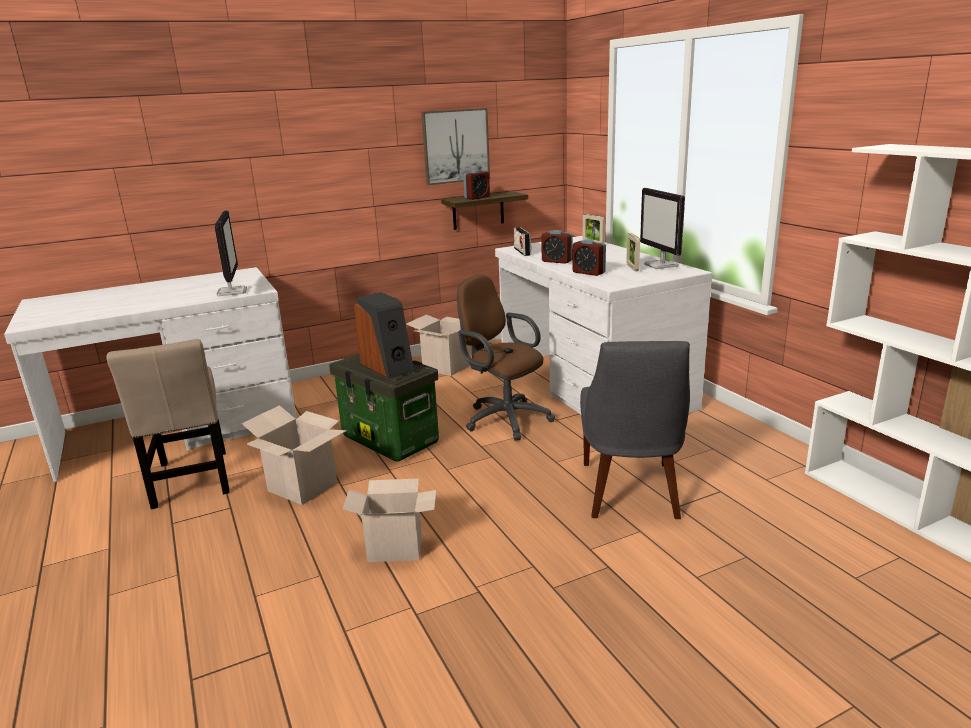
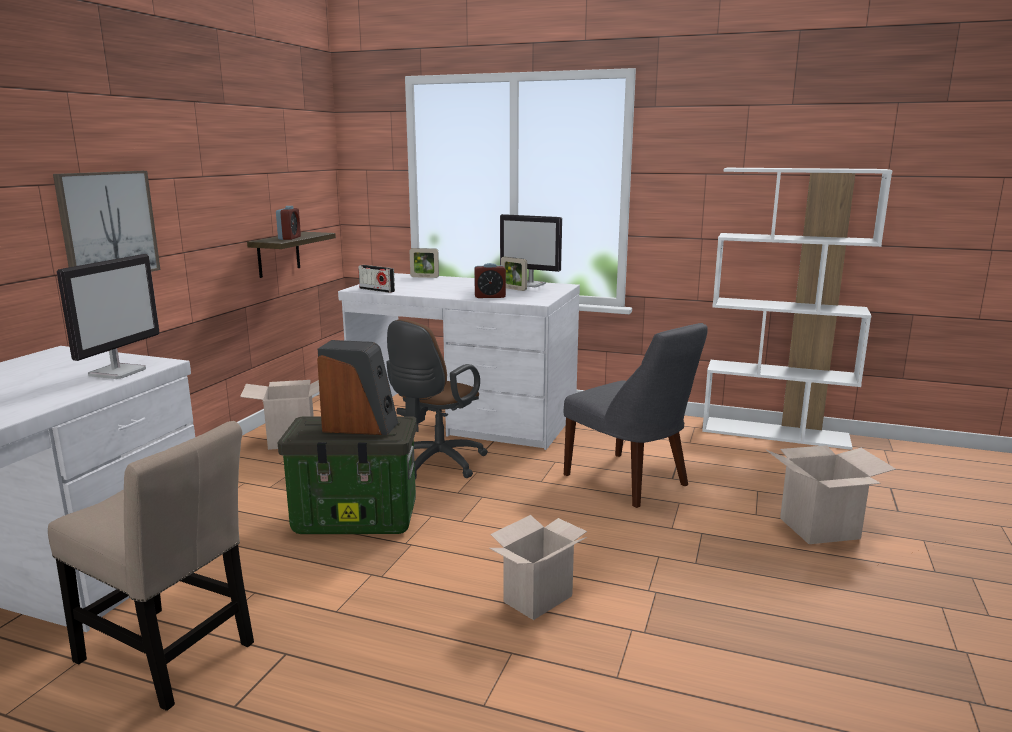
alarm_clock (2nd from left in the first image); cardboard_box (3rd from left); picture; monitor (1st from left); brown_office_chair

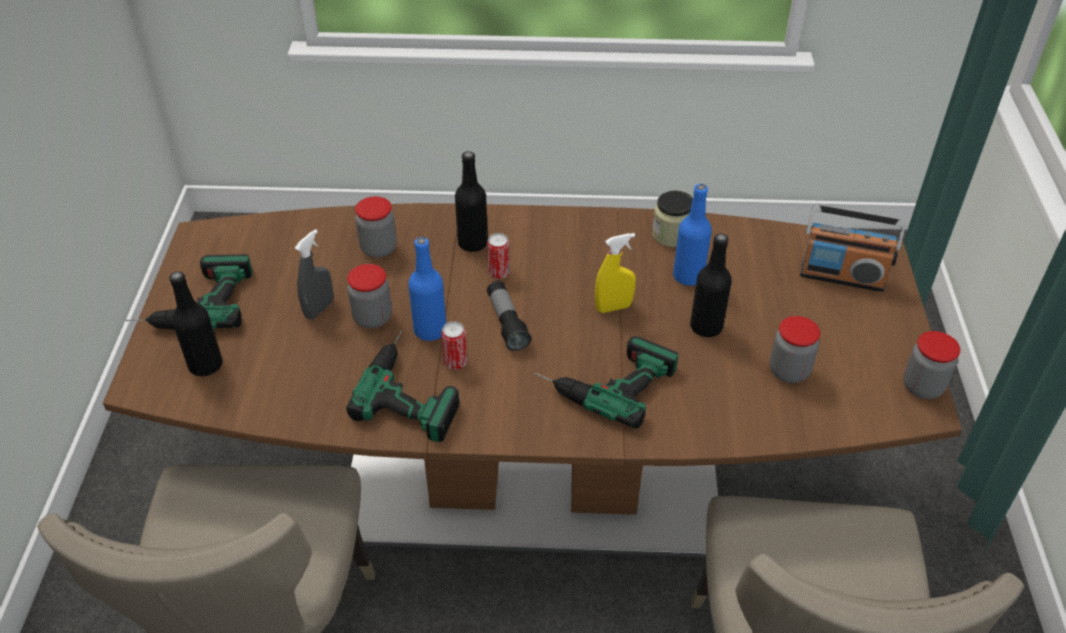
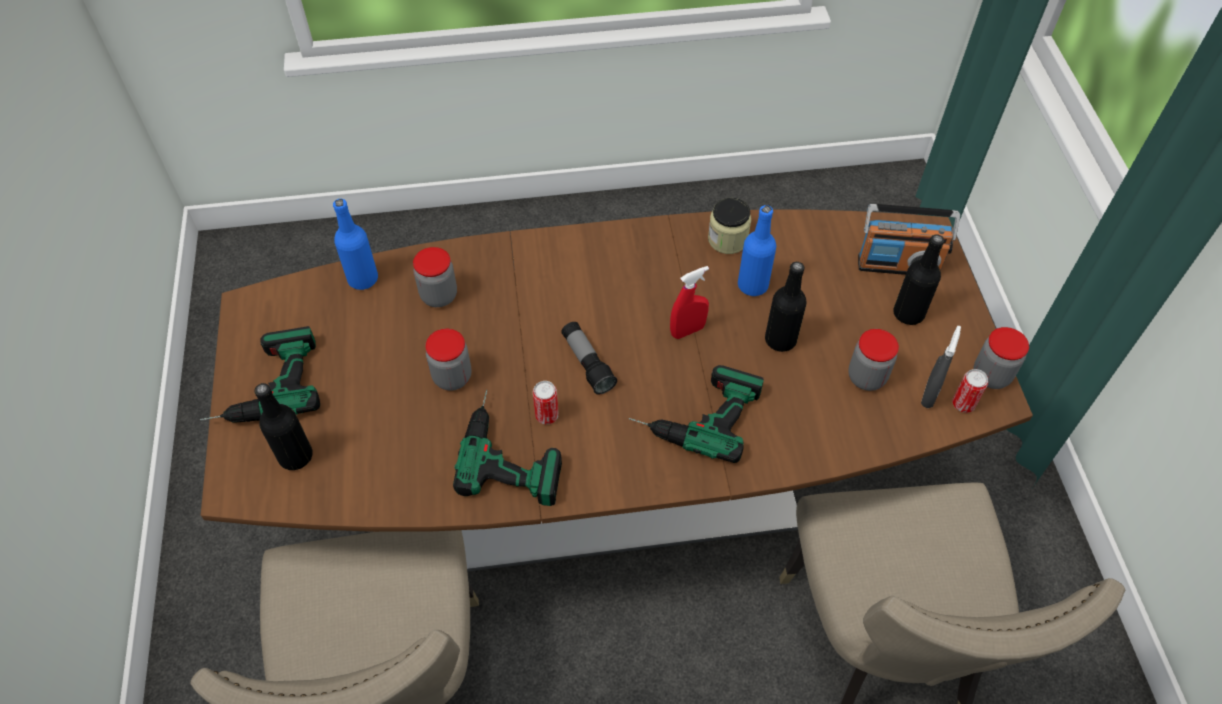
grey_spray_bottle; blue_bottle (1st from left); black_bottle (3rd from left); can (2nd from left); red_spray_bottle

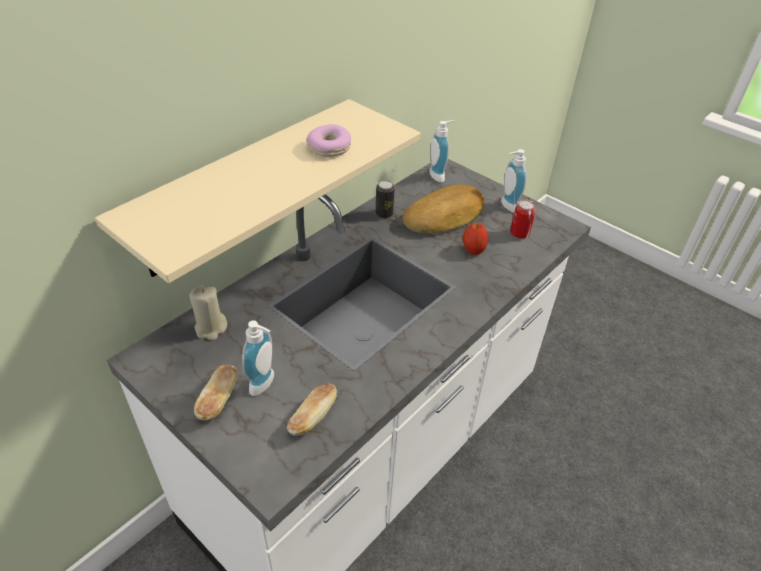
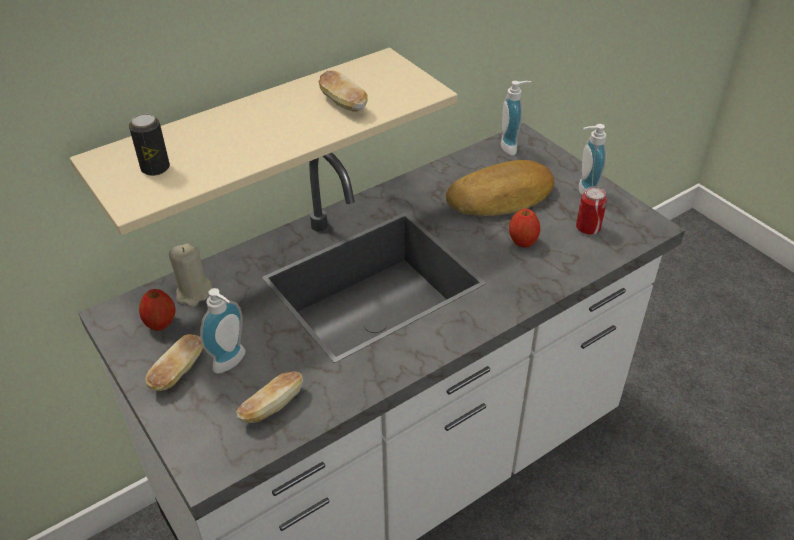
apple (1st from left); can (1st from left); bread (3rd from left)

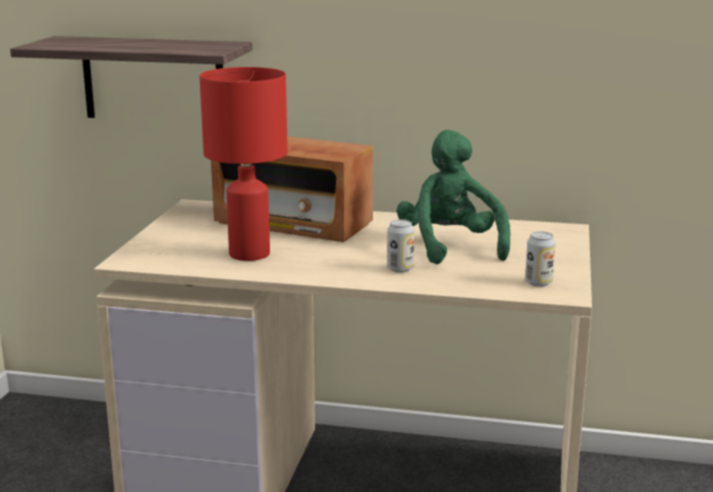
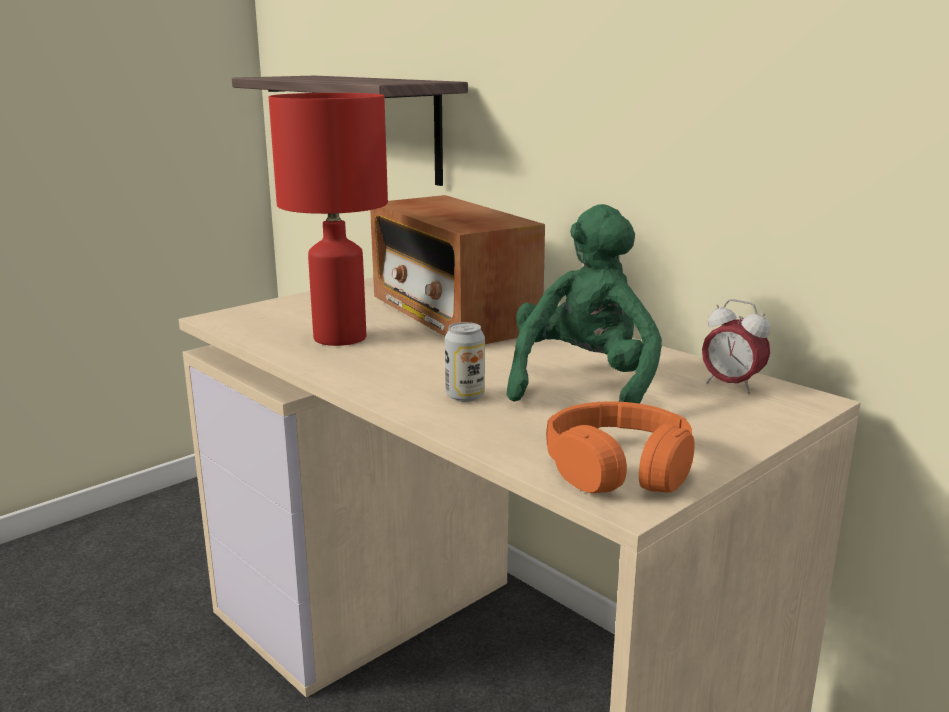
alarm_clock; orange_headphones

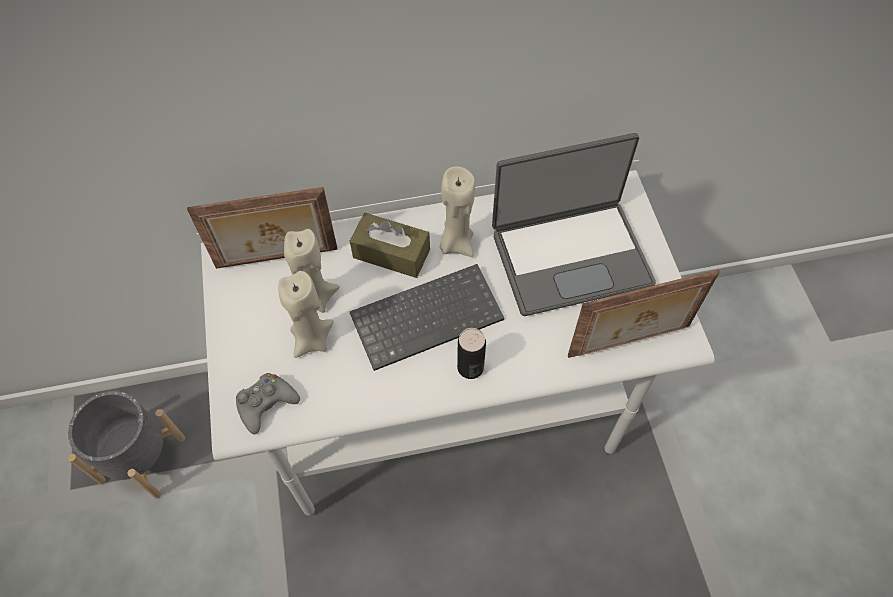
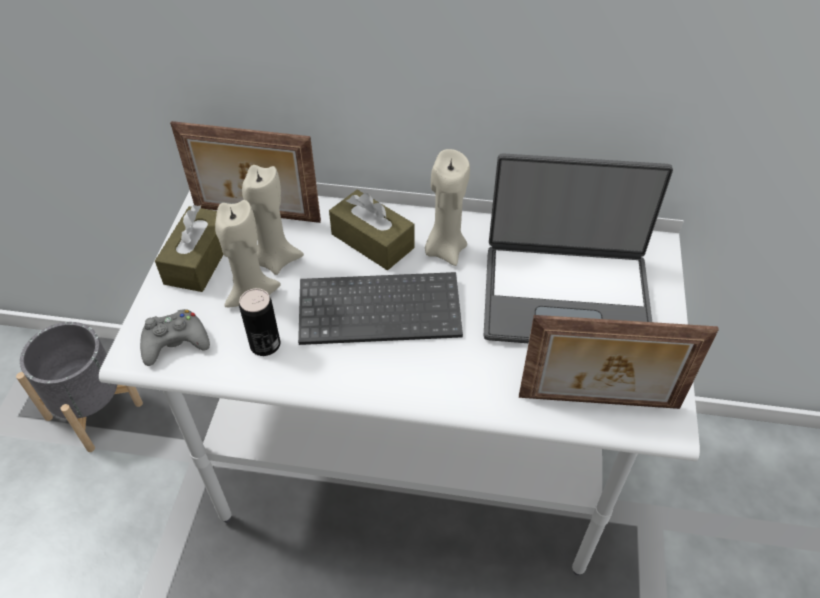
brown_tissue_box (1st from left); can

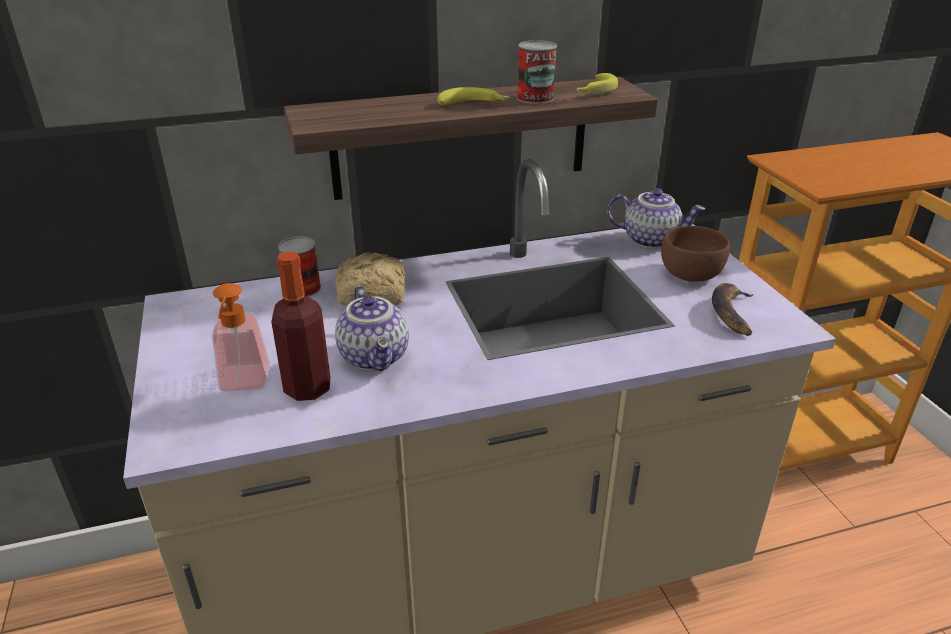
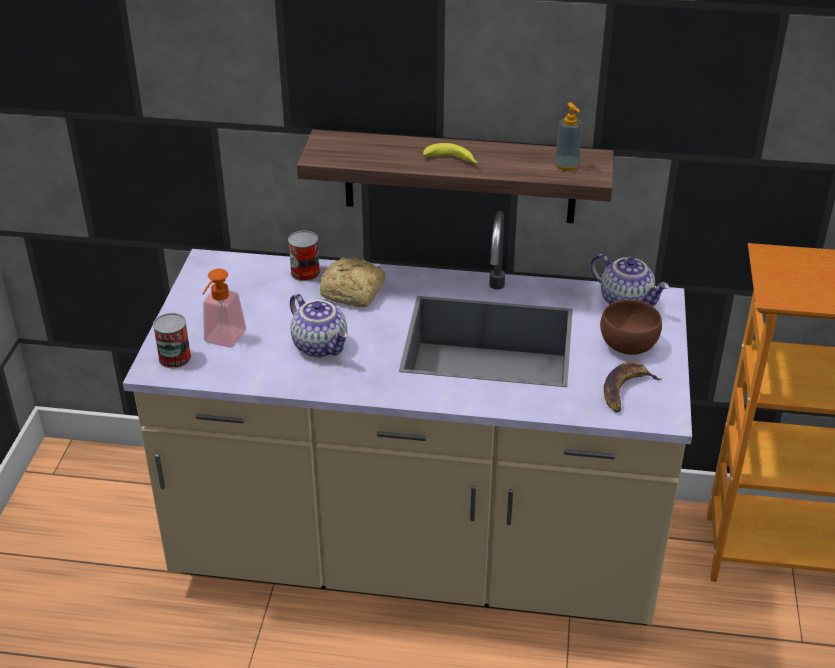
bottle; can (1st from left); soap_dispenser (2nd from left); teapot (1st from left)

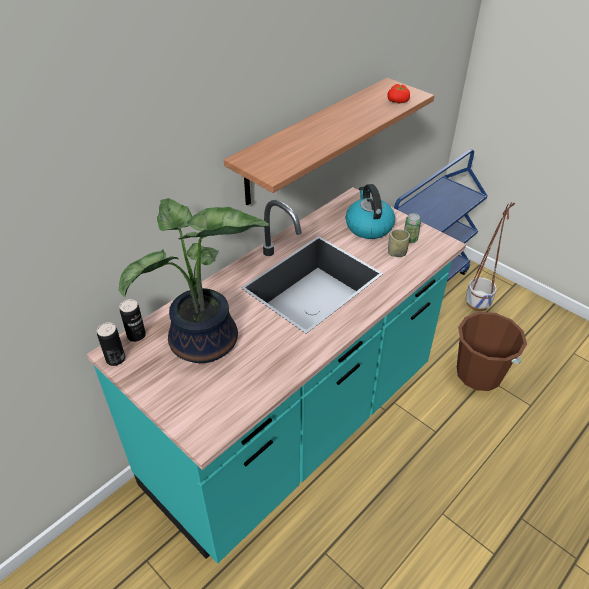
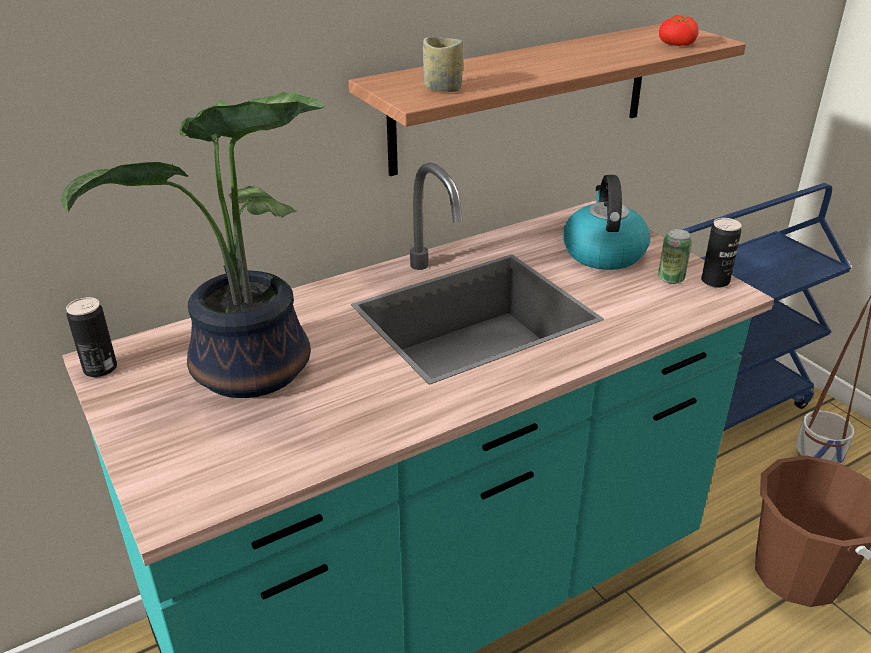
can (3rd from left); cup

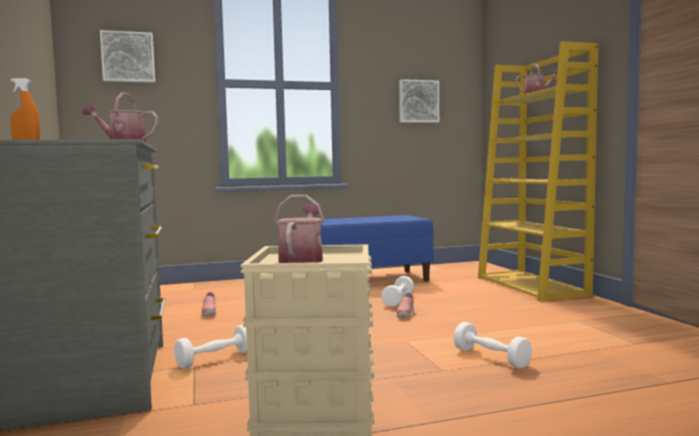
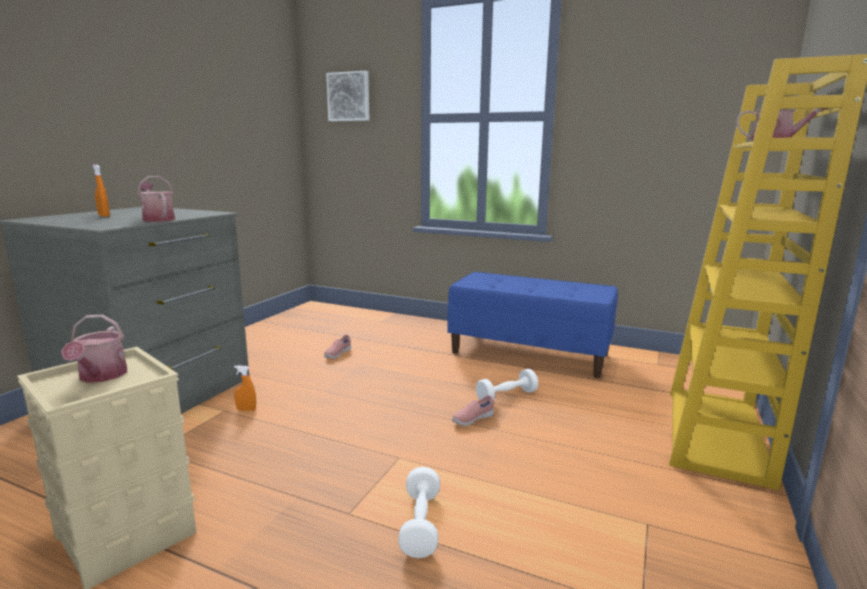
picture (2nd from left in the first image); orange_spray_bottle (2nd from left); watering_can (1st from left)

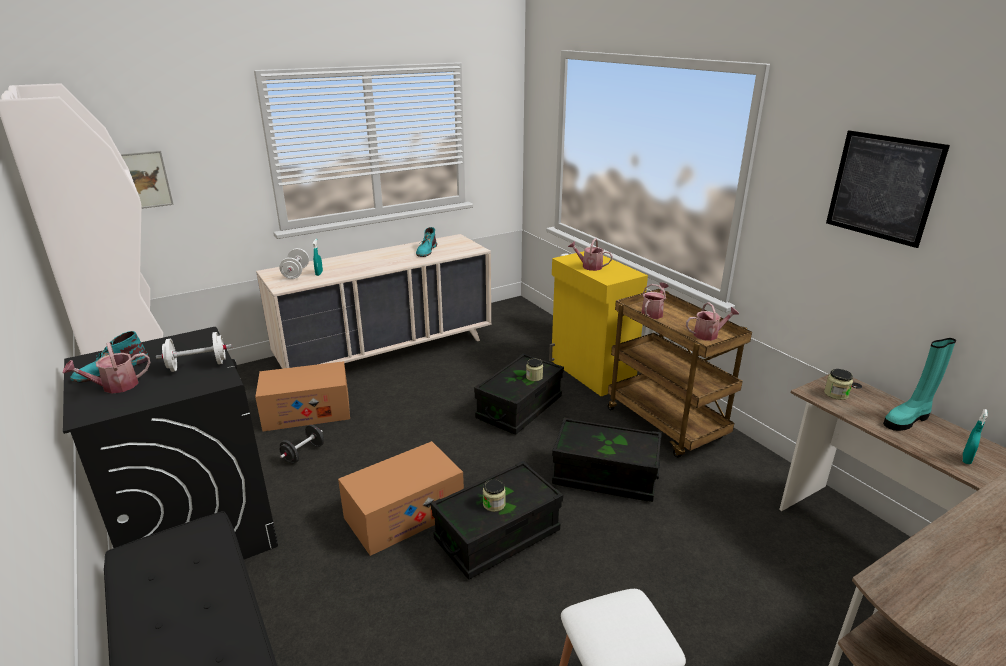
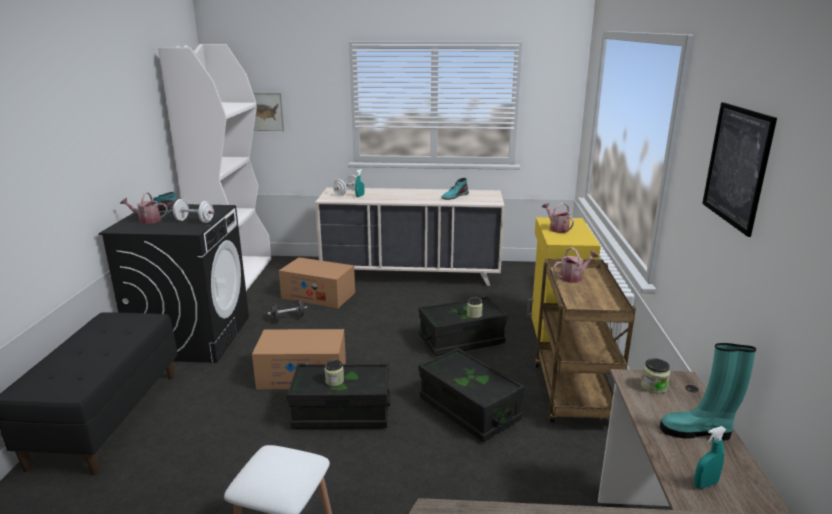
watering_can (4th from left in the first image)

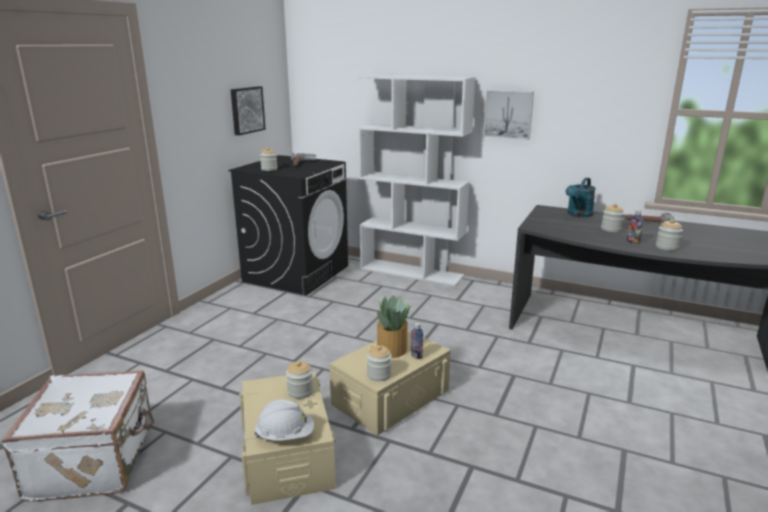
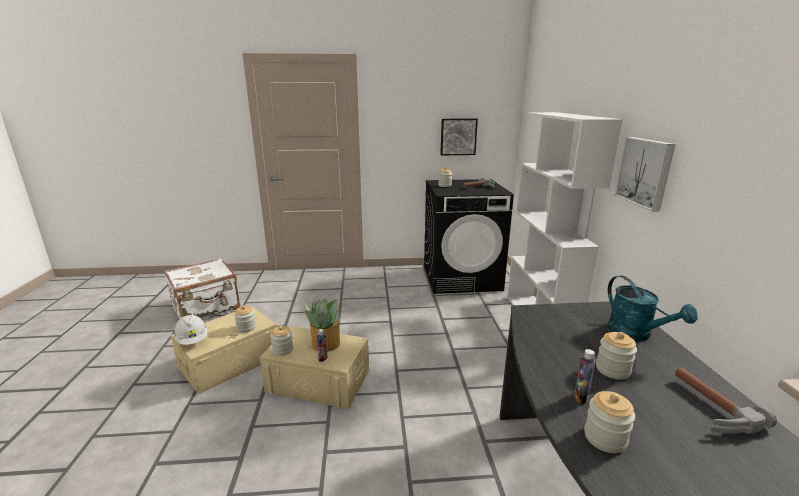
turquoise_watering_can

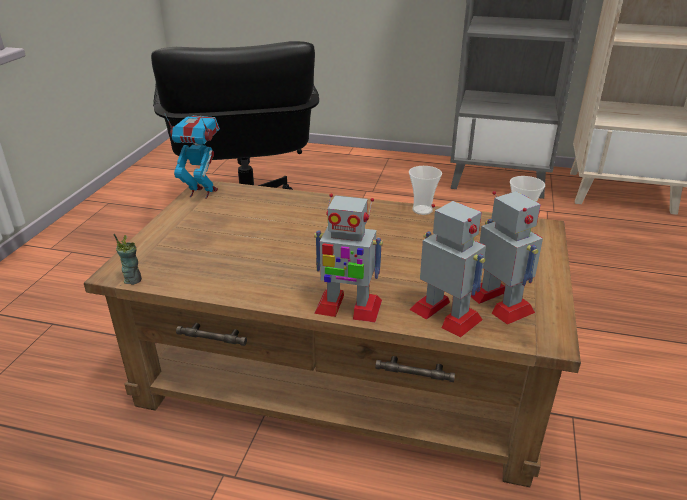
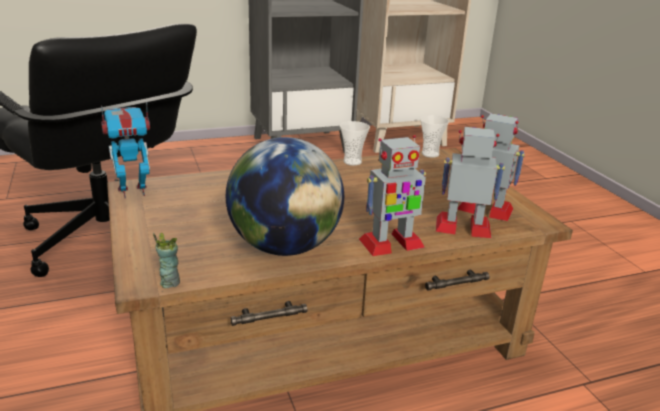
globe

